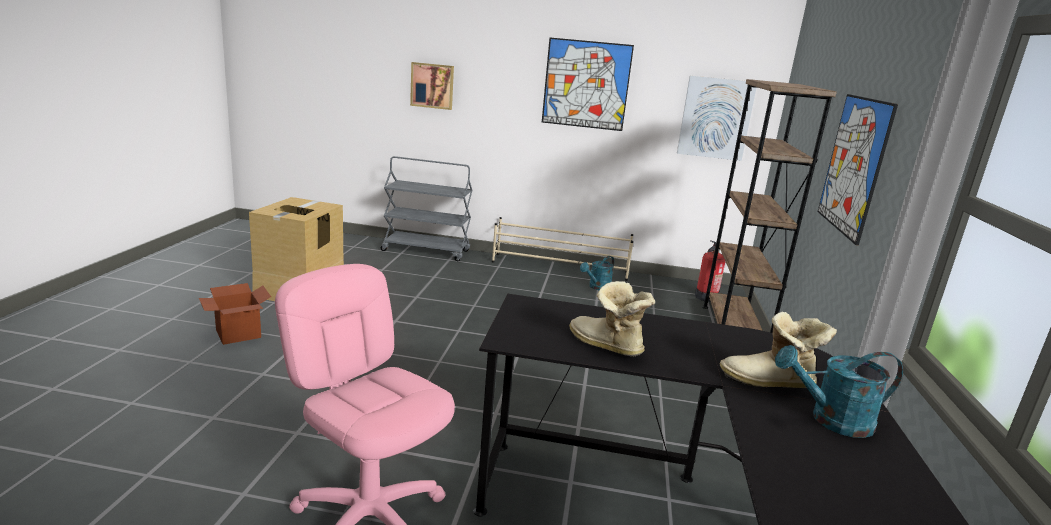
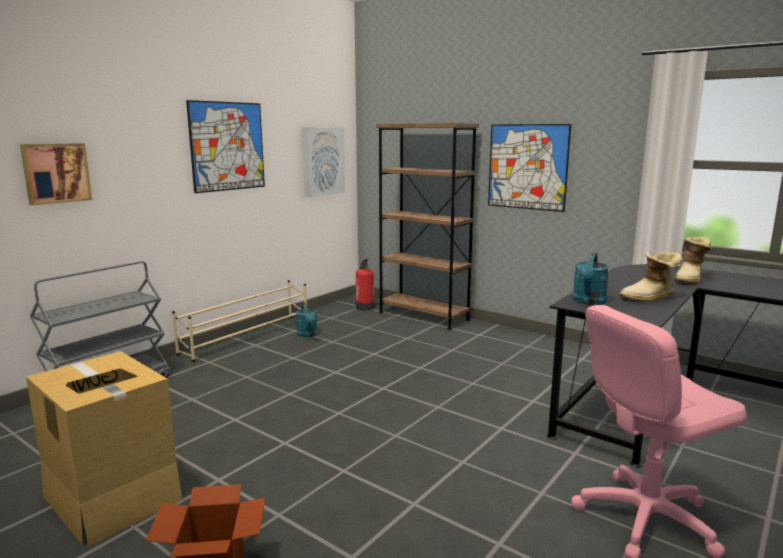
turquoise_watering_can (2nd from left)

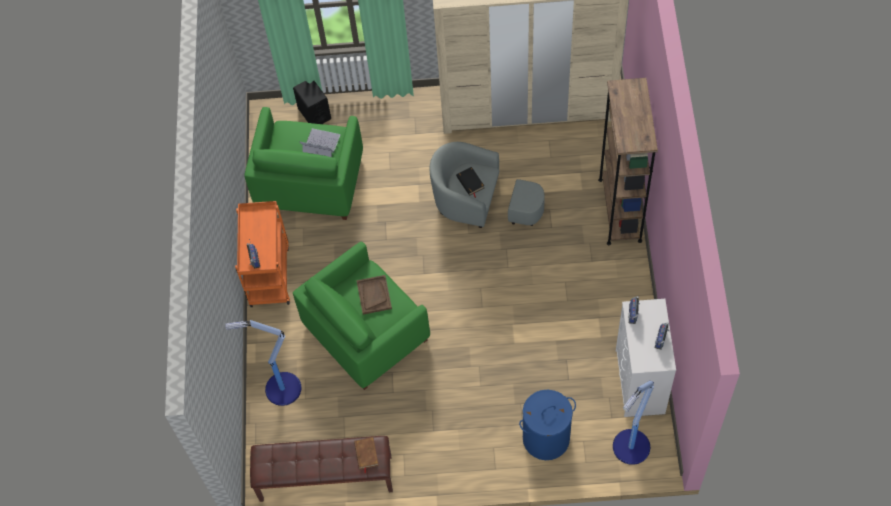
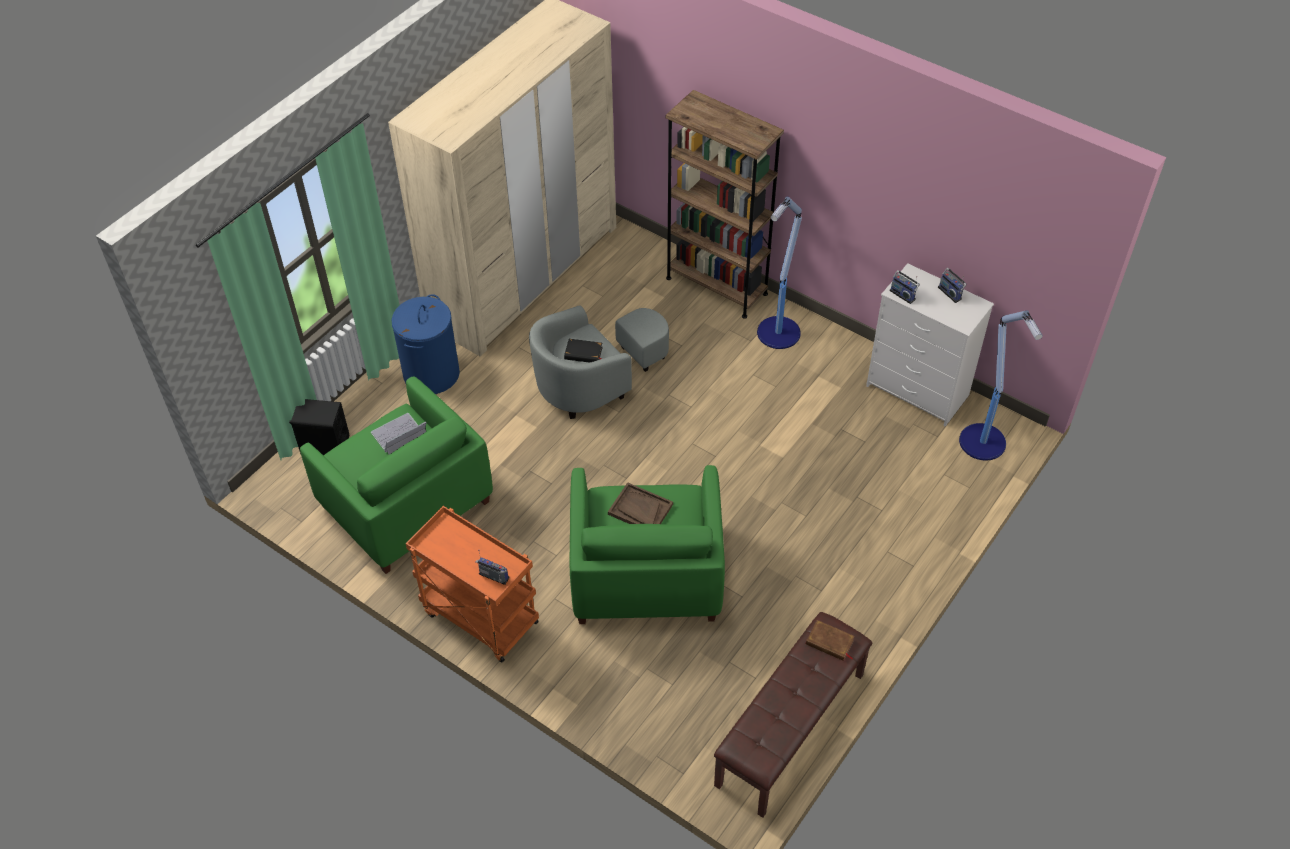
floor_lamp (1st from left); blue_laundry_basket

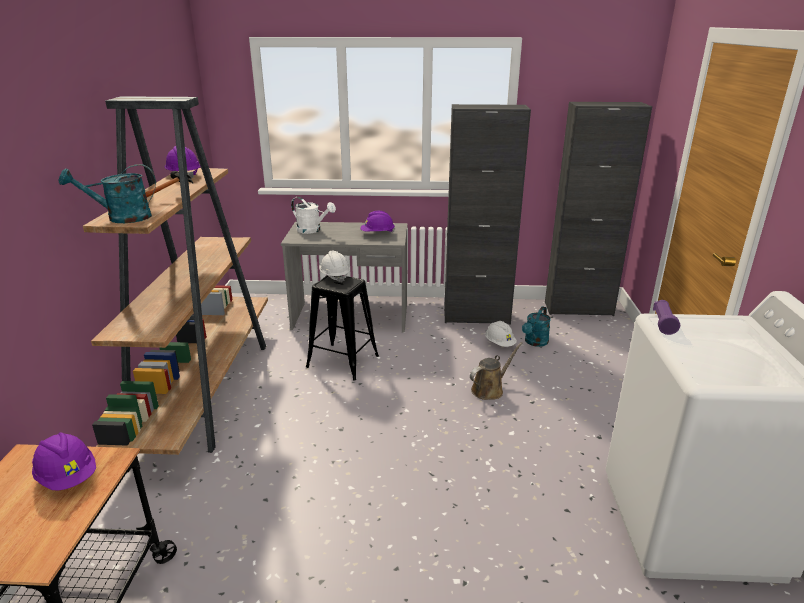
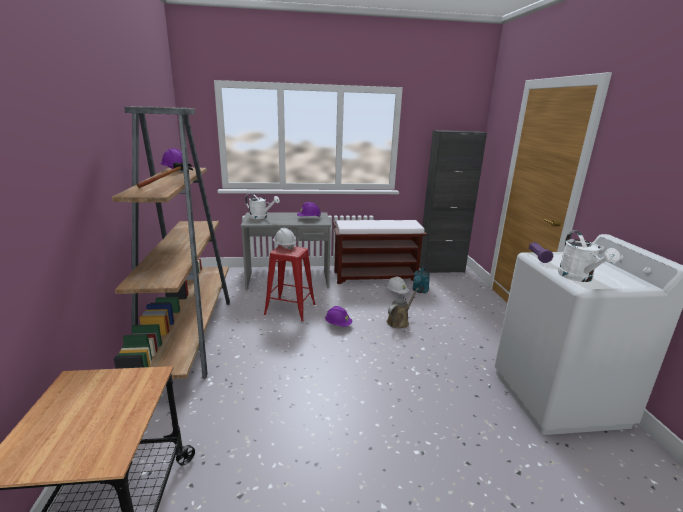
turquoise_watering_can (1st from left in the first image); white_watering_can (2nd from left); purple_hard_hat (3rd from left); brown_bench; red_stool

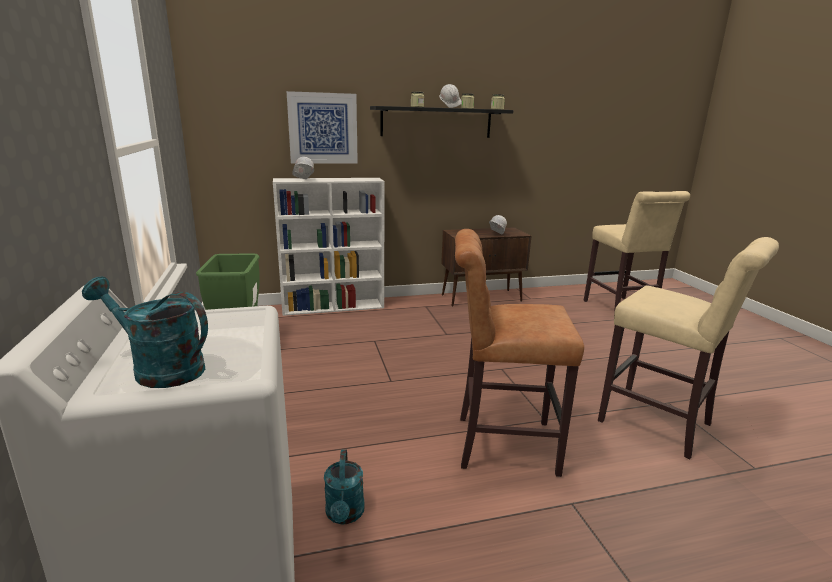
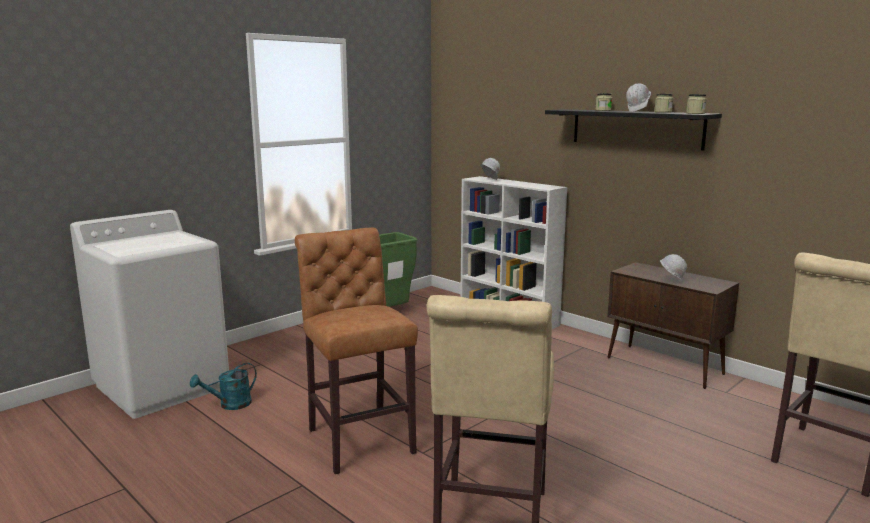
turquoise_watering_can (1st from left in the first image); picture

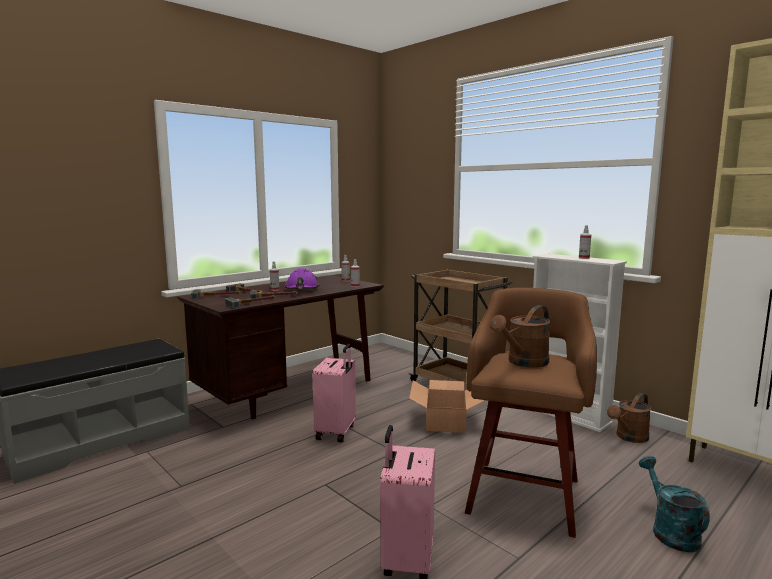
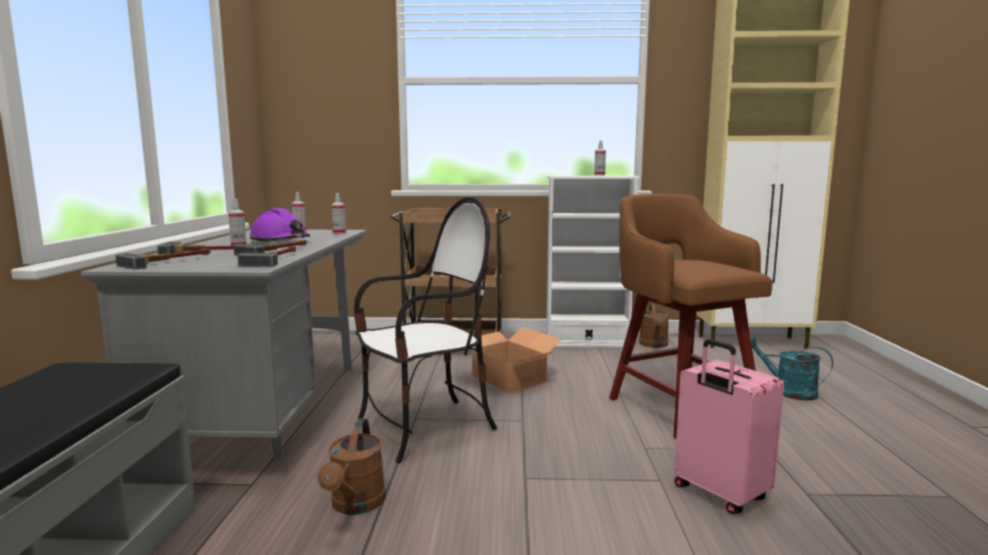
brown_watering_can (1st from left); chair; grey_desk

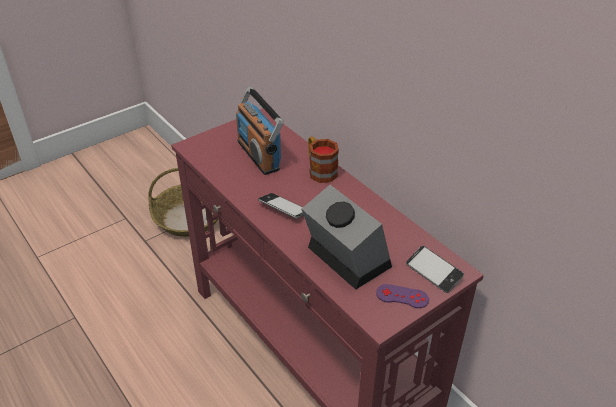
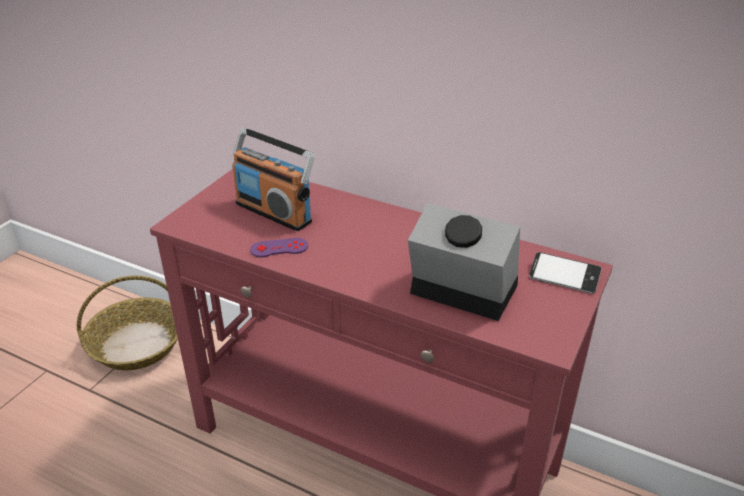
phone (1st from left in the first image); mug; purple_game_controller

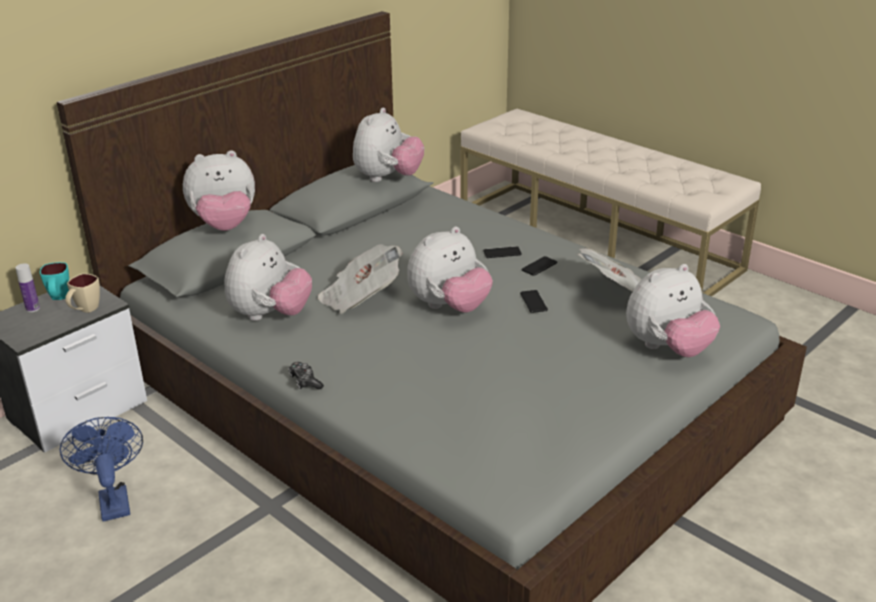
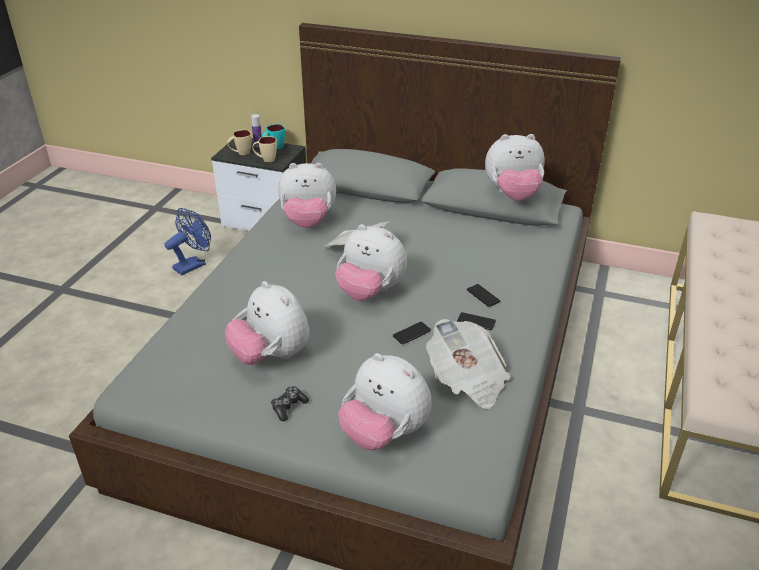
beige_mug (1st from left); plush_toy (1st from left); game_controller

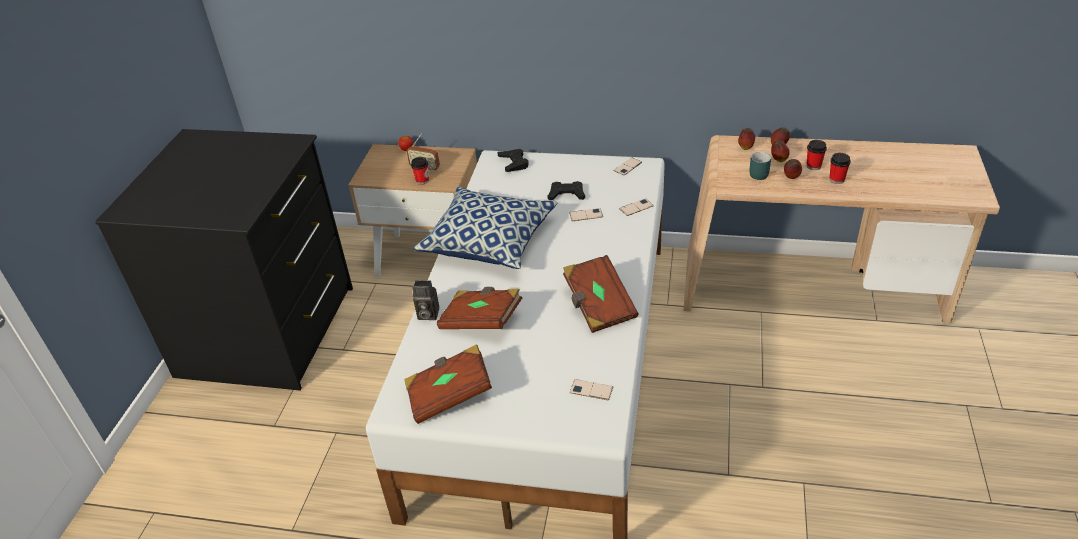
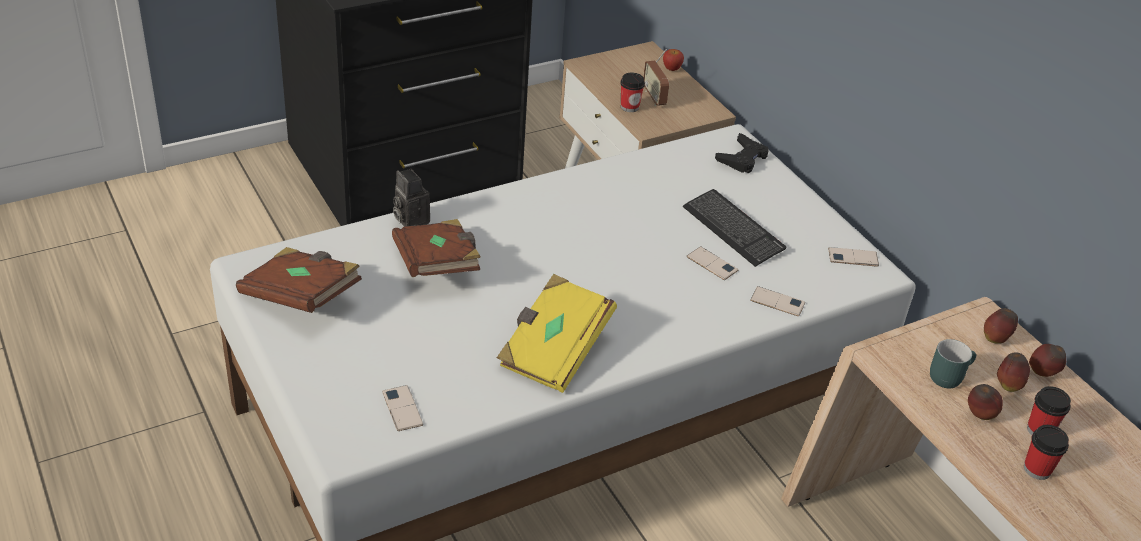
pillow; keyboard; yellow_book

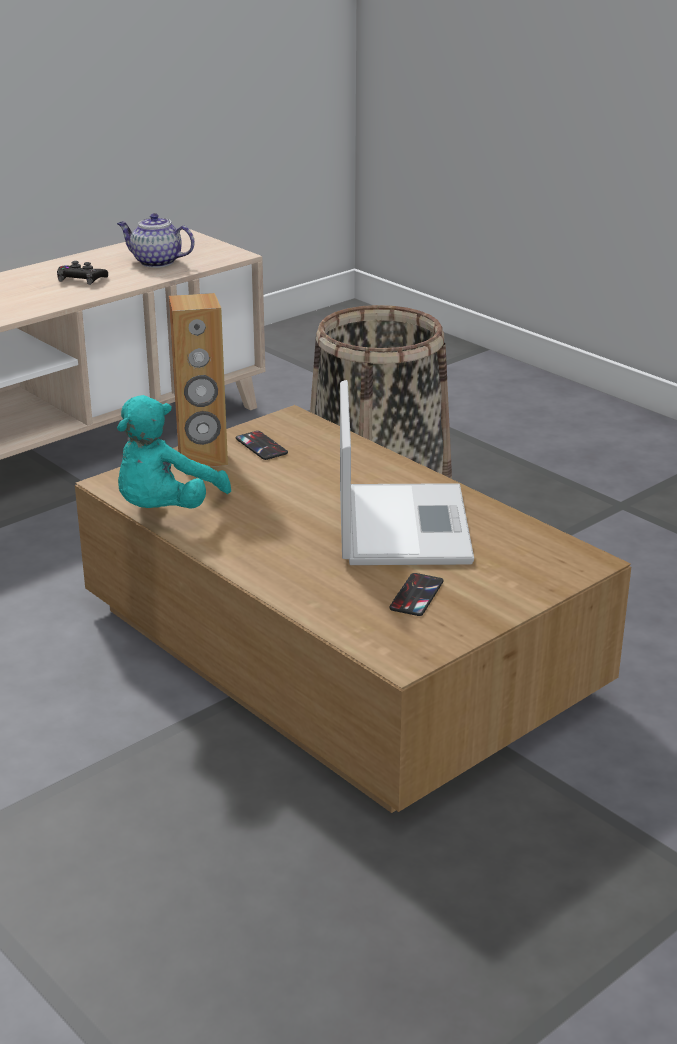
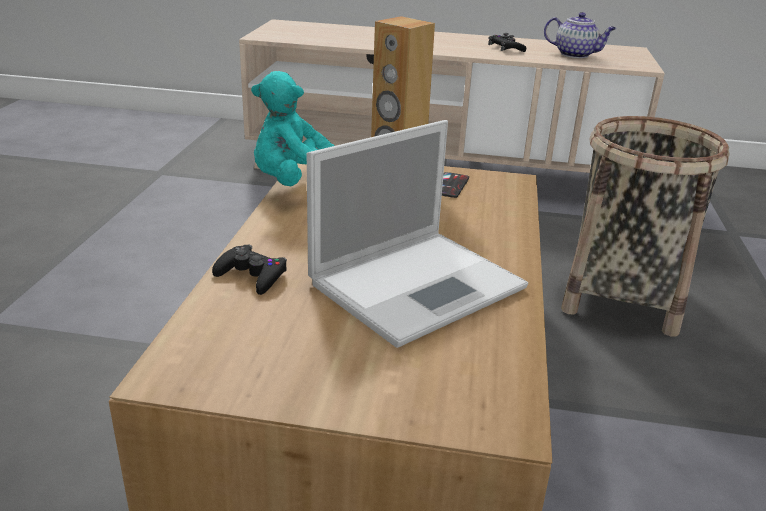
phone (2nd from left in the first image); black_game_controller (1st from left); teapot

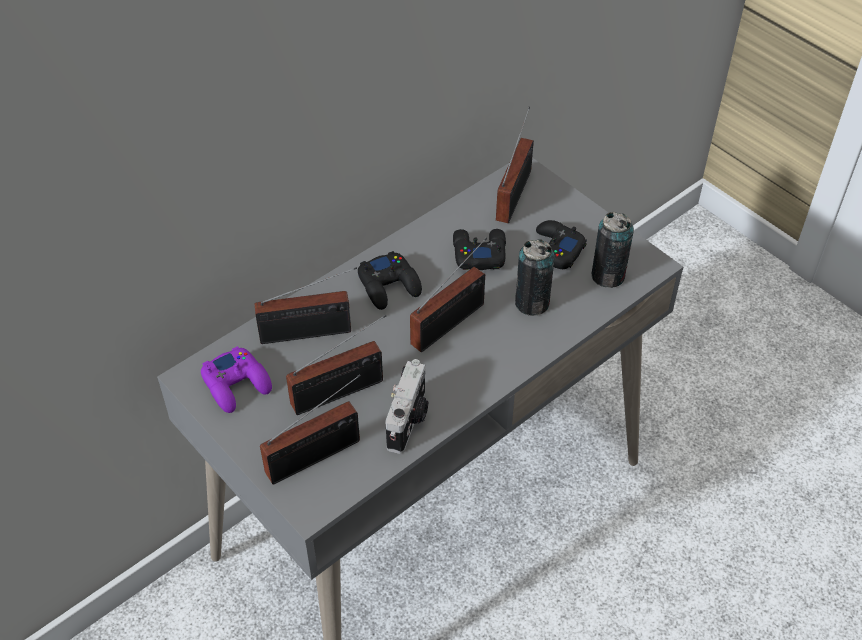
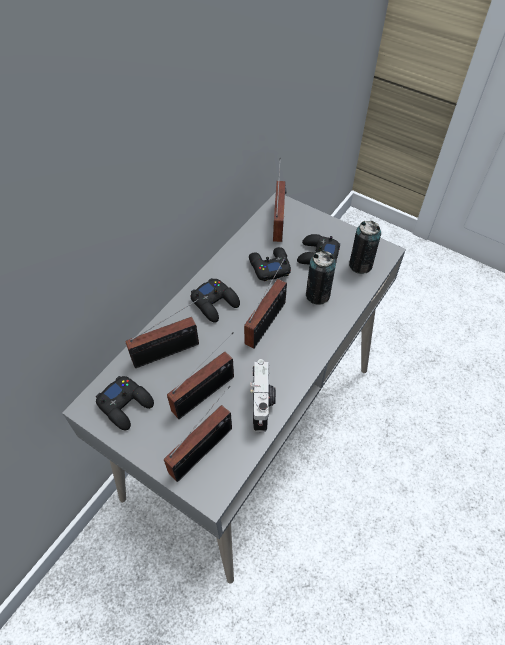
black_game_controller (1st from left)

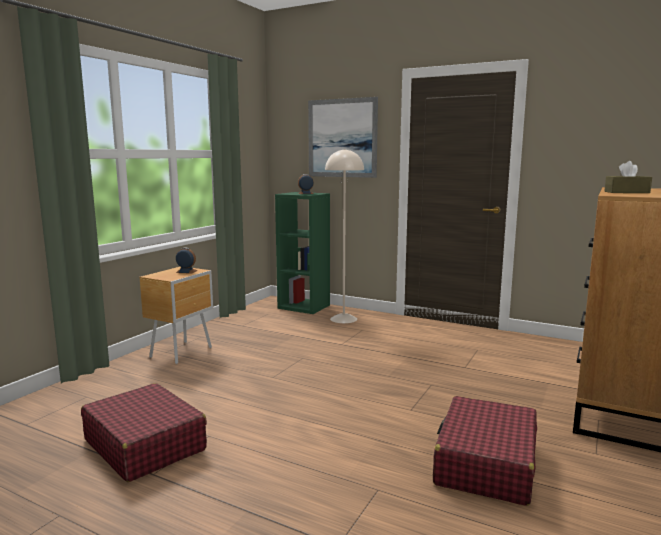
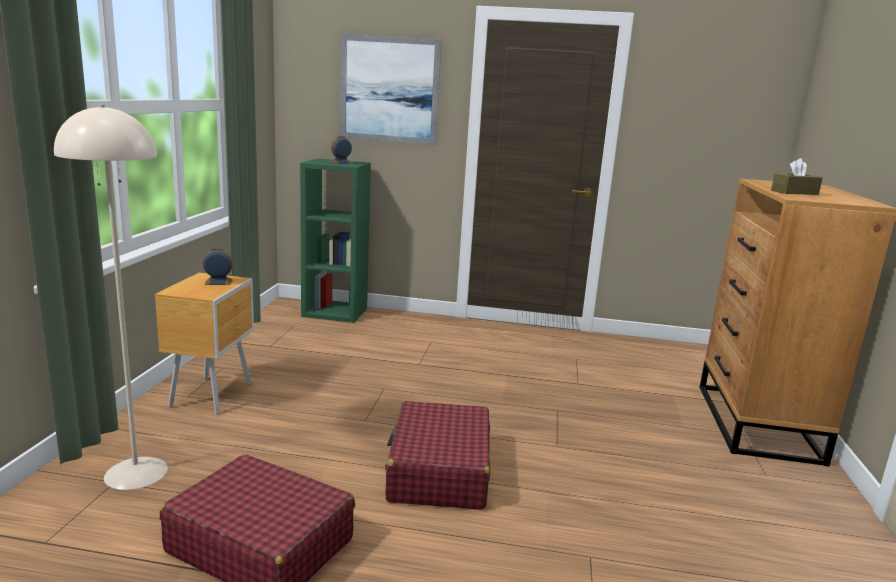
beige_floor_lamp; red_suitcase (2nd from left)

